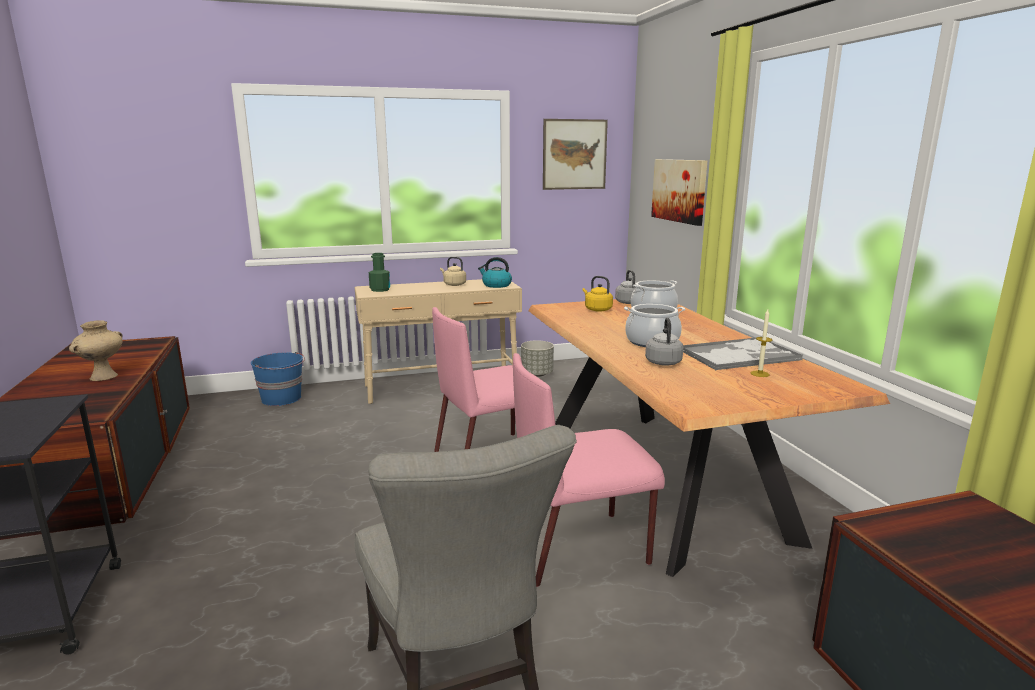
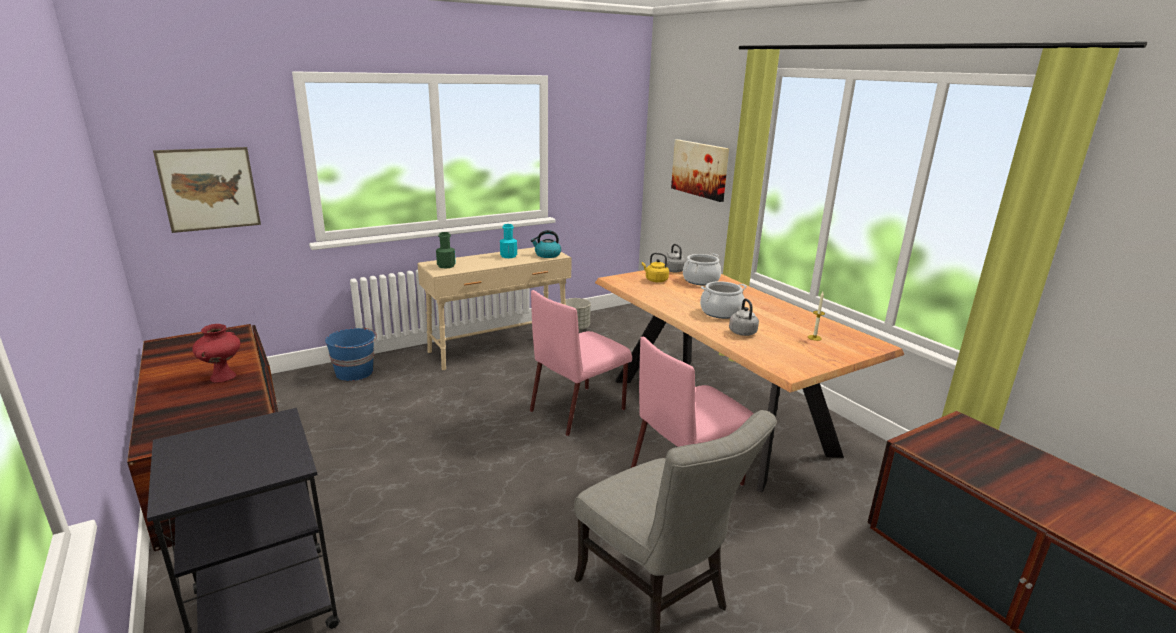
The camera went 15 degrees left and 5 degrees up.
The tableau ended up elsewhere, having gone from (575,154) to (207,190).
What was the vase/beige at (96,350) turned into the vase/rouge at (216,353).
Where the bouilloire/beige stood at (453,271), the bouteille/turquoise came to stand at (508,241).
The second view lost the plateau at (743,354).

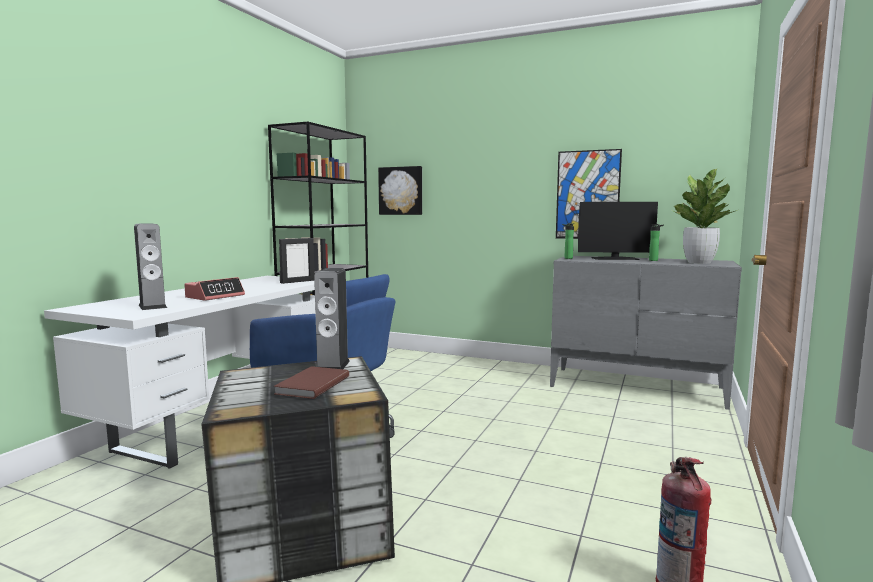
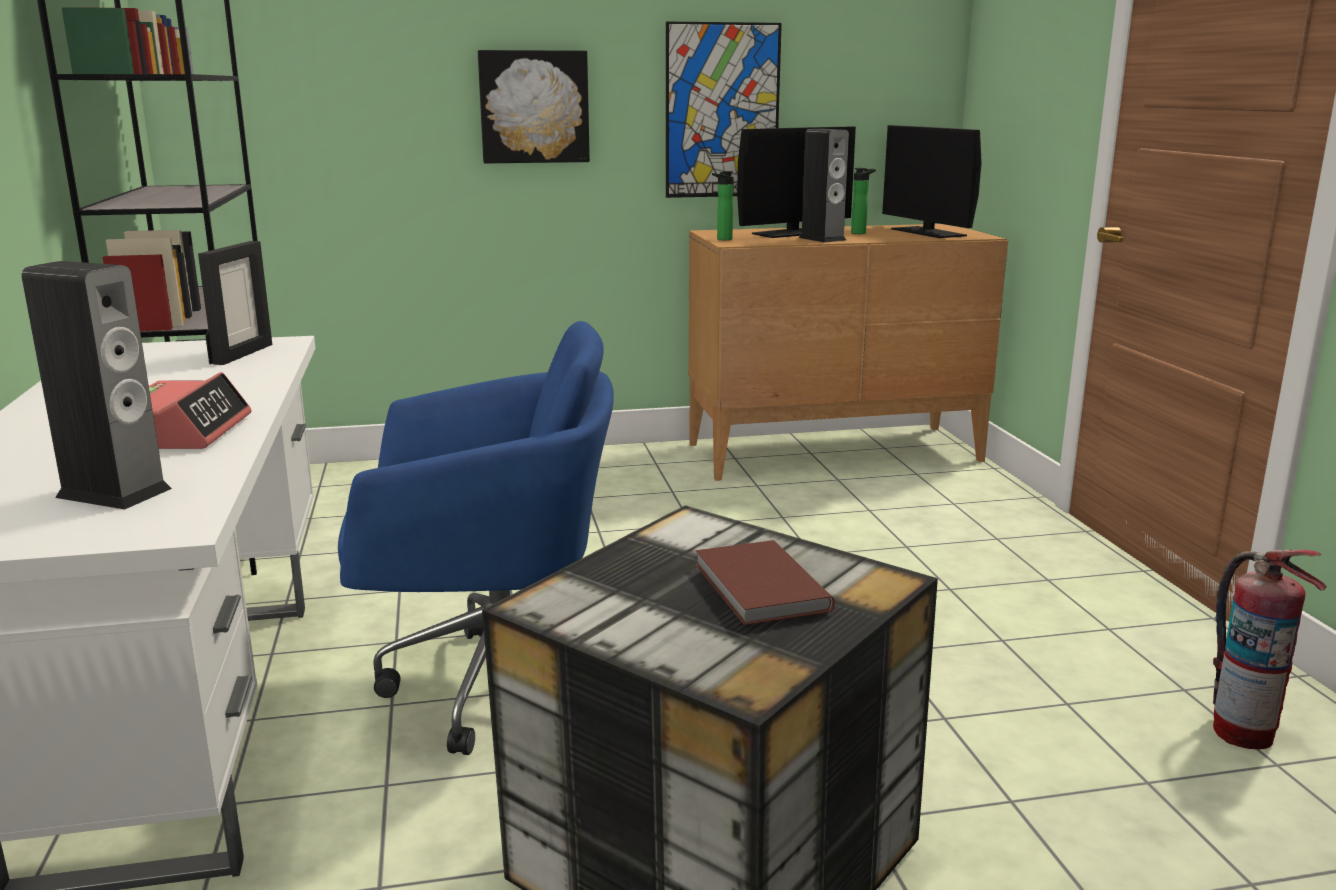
The camera went 35 degrees left and 10 degrees up.
The tableau ended up elsewhere, having gone from (400,190) to (534,106).
What was the meuble de rangement/gris at (646,333) turned into the meuble de rangement/marron at (848,352).
The enceinte ended up elsewhere, having gone from (332,318) to (824,186).
Where the plante en pot stood at (705,216), the écran d'ordinateur came to stand at (932,181).

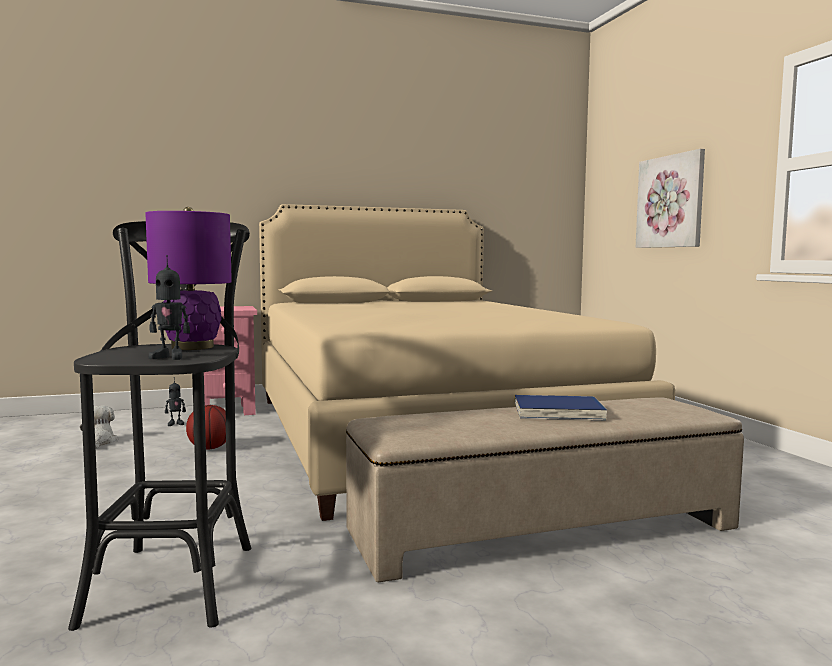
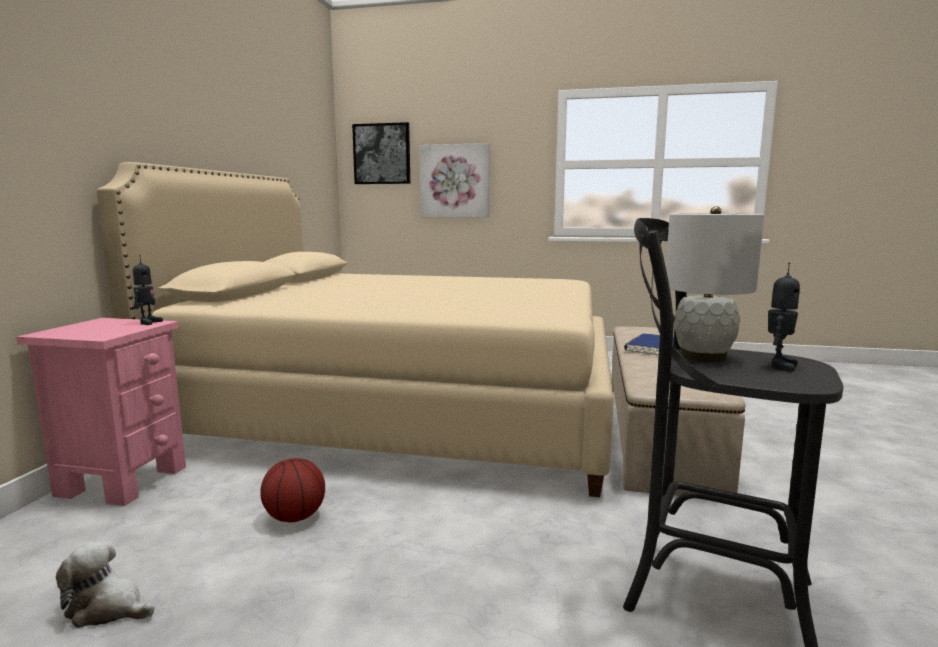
The camera went 60 degrees left and 5 degrees up.
The robot jouet ended up elsewhere, having gone from (175,401) to (148,290).
The second view gained the tableau at (381,153).
What was the lampe de table/violet at (188,278) turned into the lampe de table/blanc at (715,284).

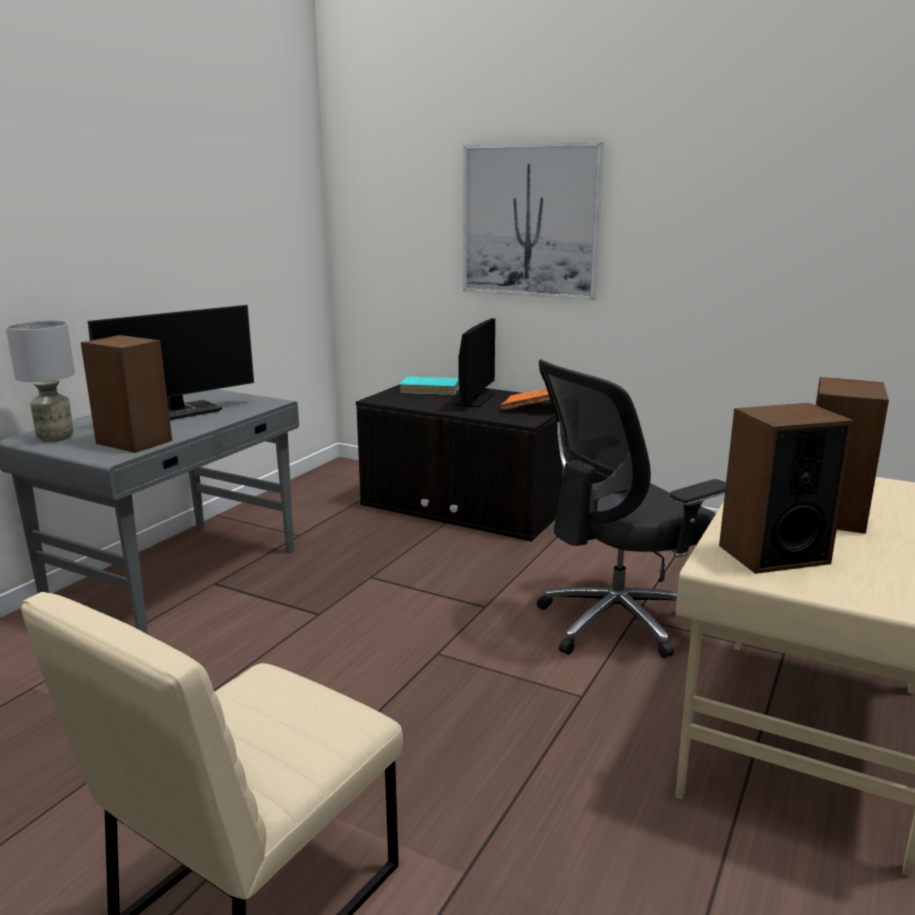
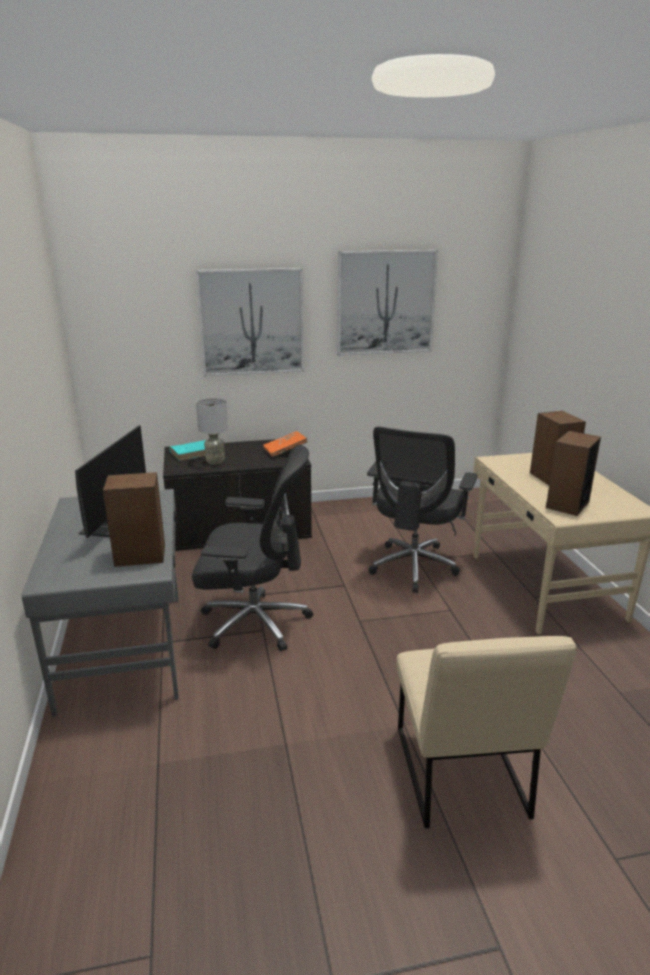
The camera went 40 degrees left and 5 degrees up.
The second view gained the chaise de bureau at (252,547).
The lampe de table/gris ended up elsewhere, having gone from (40,381) to (212,431).
The second view gained the tableau at (387,303).
The second view lost the écran d'ordinateur at (475,362).

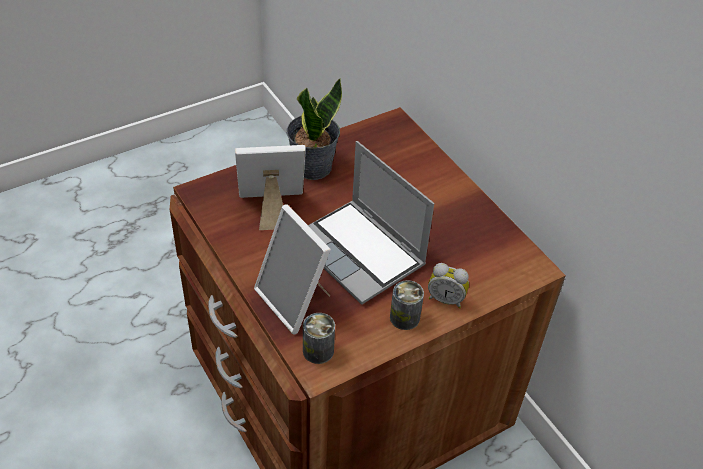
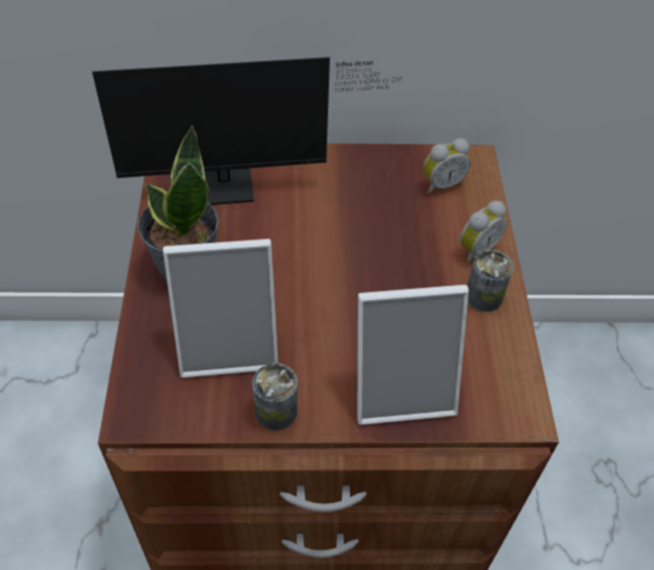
The camera went 60 degrees left and 5 degrees up.
The second view gained the écran d'ordinateur at (247,131).
The cadre photo at (270,187) ended up facing another way, 120 degrees counterclockwise from before.
The boîte métallique ended up elsewhere, having gone from (319,338) to (274,397).
The second view gained the réveil at (447,166).
The second view lost the ordinateur portable at (371,223).

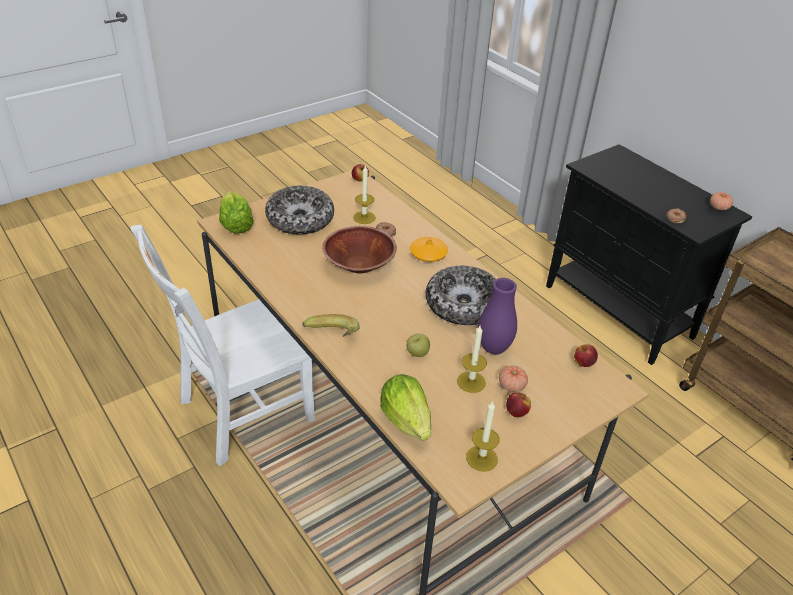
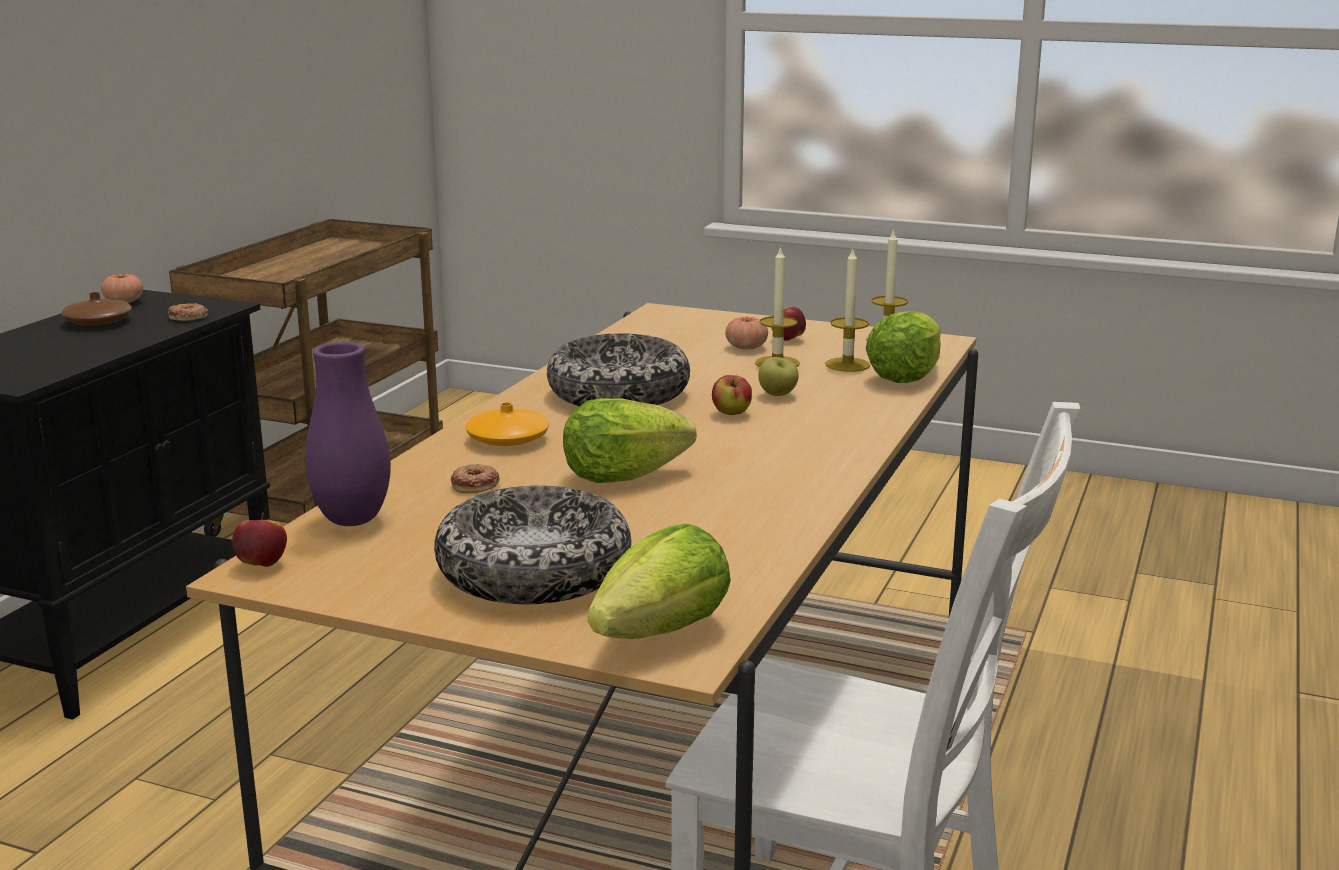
The camera went 120 degrees left and 20 degrees down.
The second view gained the vase/marron at (96,309).
The vase/violet ended up elsewhere, having gone from (497,316) to (348,434).
Where the bol/marron stood at (359,250), the laitue came to stand at (630,440).
The pomme ended up elsewhere, having gone from (586,355) to (732,395).
The bougie ended up elsewhere, having gone from (364,195) to (847,310).
The second view lost the banane at (331,325).

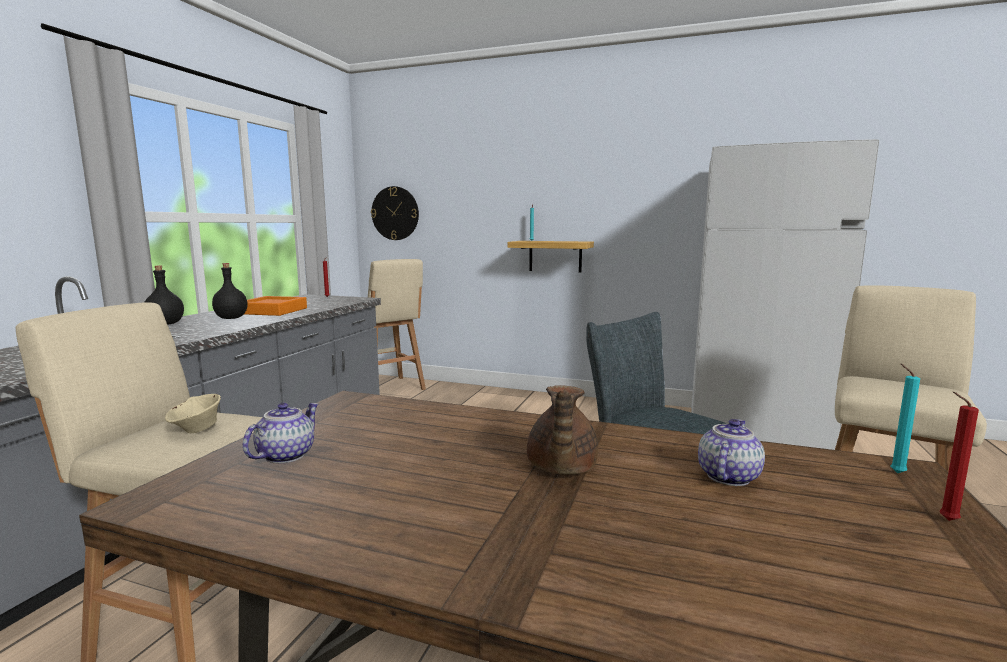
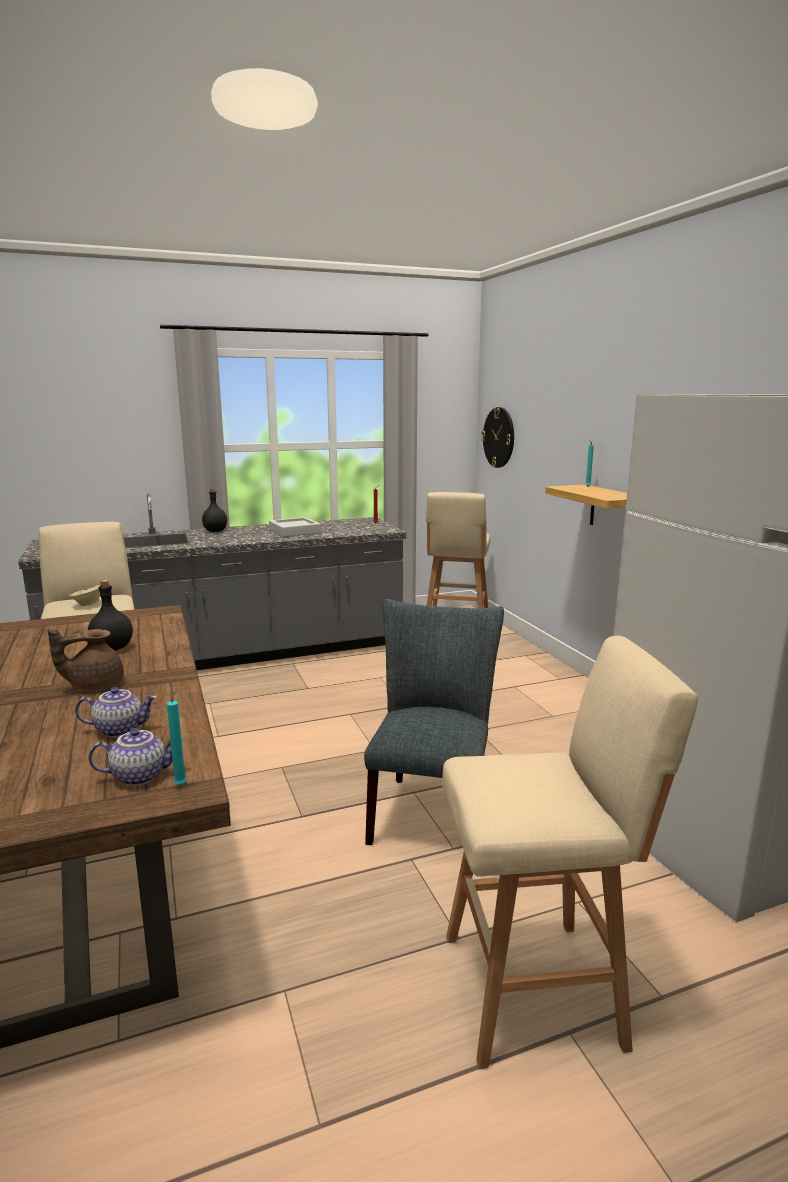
The camera went 50 degrees right and 5 degrees up.
The bouteille/noir ended up elsewhere, having gone from (230,291) to (110,615).
The théière ended up elsewhere, having gone from (280,433) to (135,757).
What was the plateau/orange at (275,306) turned into the plateau/gris at (295,527).
The second view lost the bougie/rouge at (959,456).

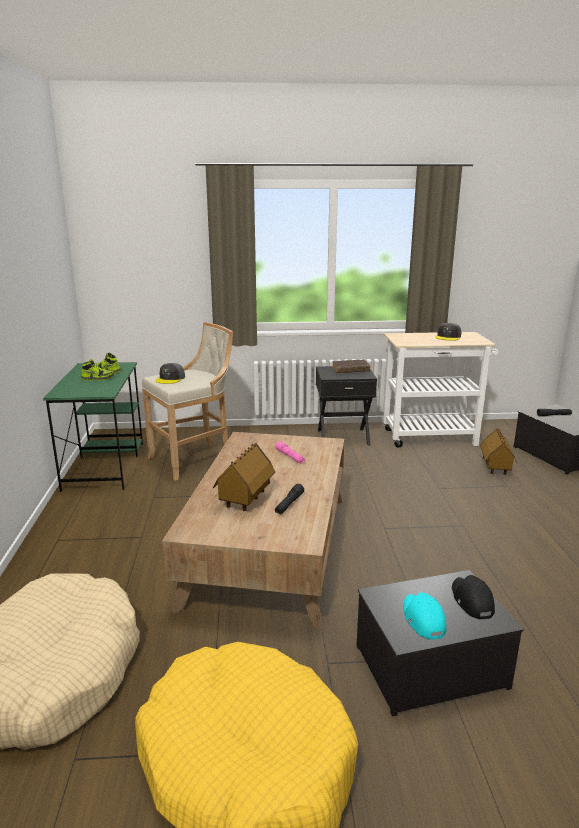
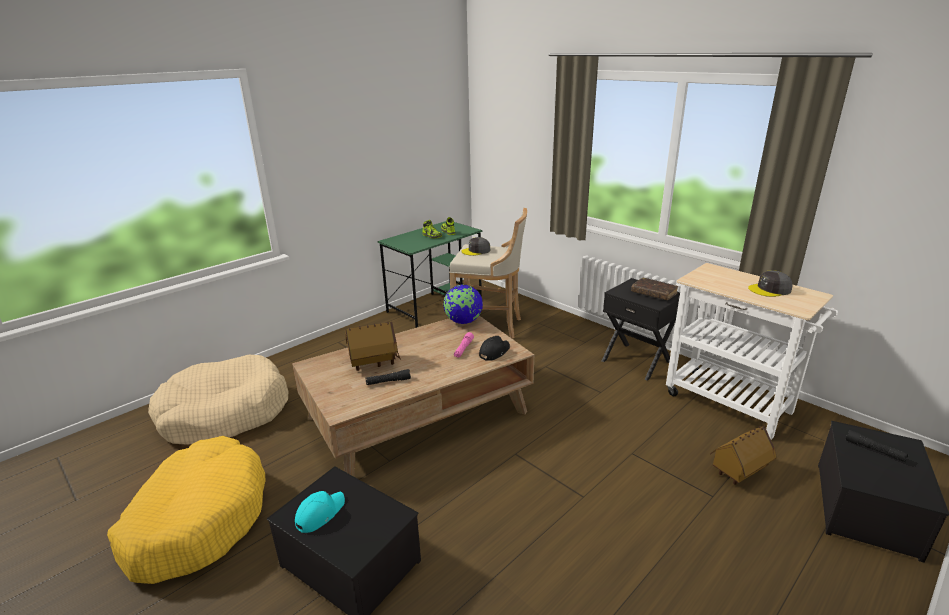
The camera went 50 degrees right and 5 degrees up.
The second view gained the globe at (463,304).
The casquette/noir ended up elsewhere, having gone from (473,597) to (494,348).

